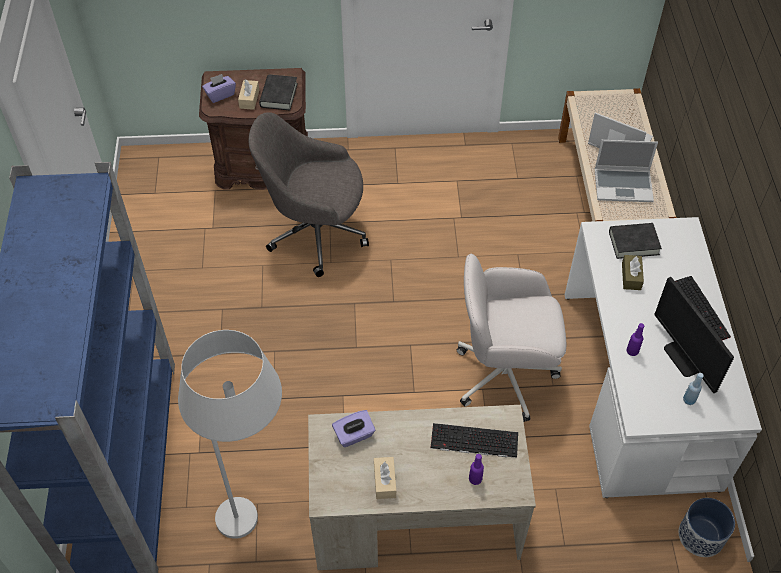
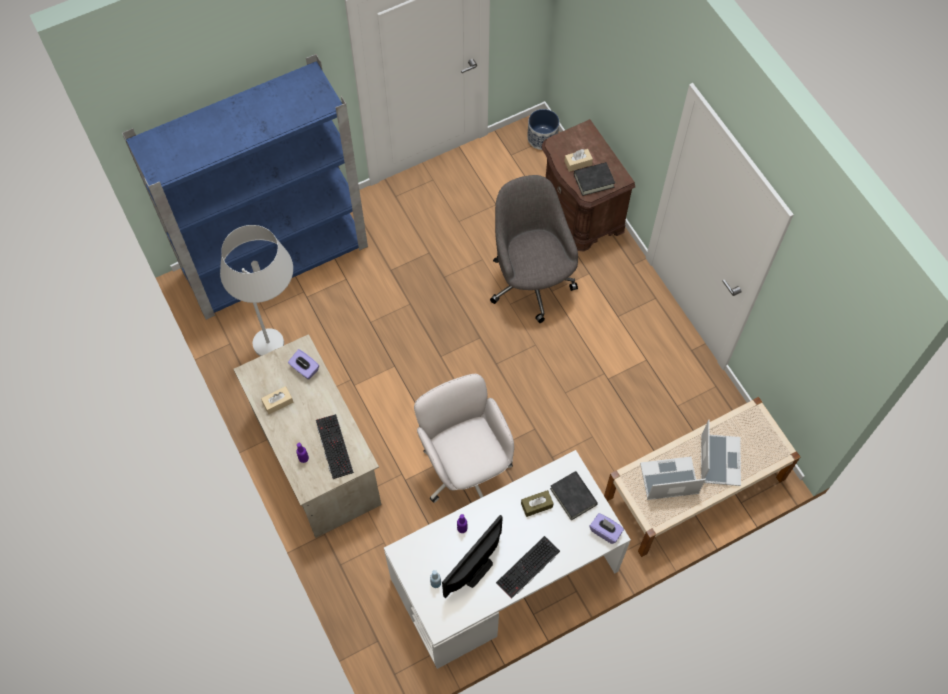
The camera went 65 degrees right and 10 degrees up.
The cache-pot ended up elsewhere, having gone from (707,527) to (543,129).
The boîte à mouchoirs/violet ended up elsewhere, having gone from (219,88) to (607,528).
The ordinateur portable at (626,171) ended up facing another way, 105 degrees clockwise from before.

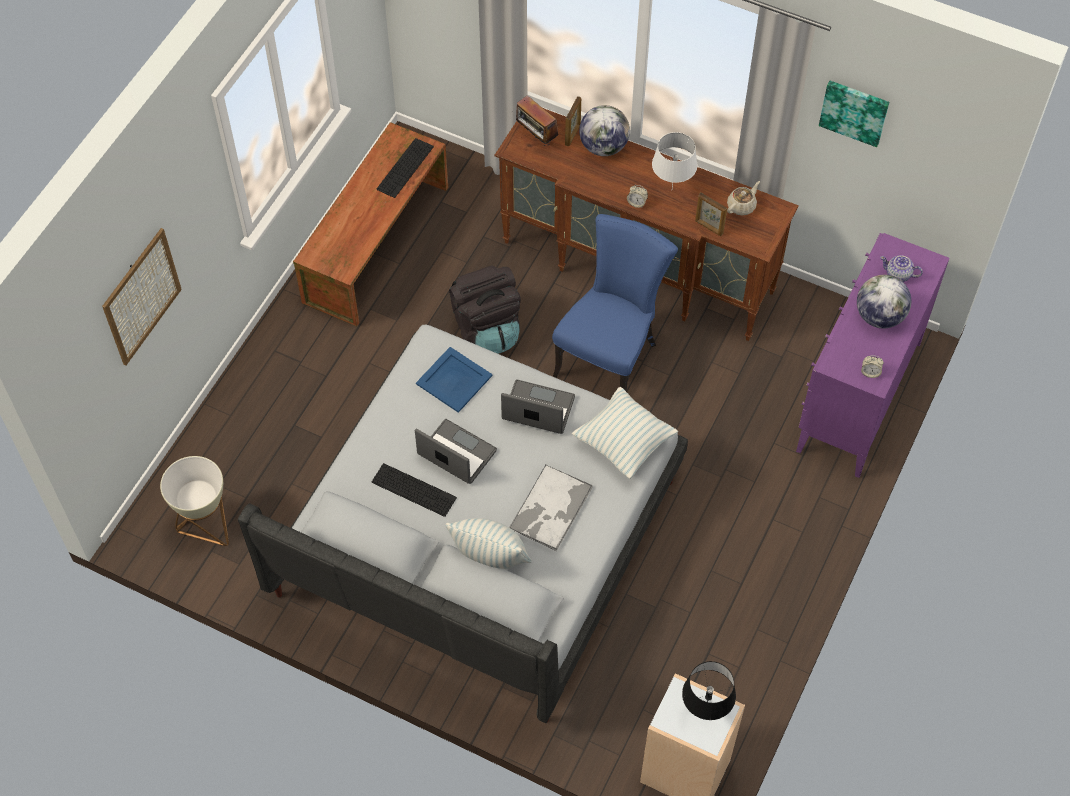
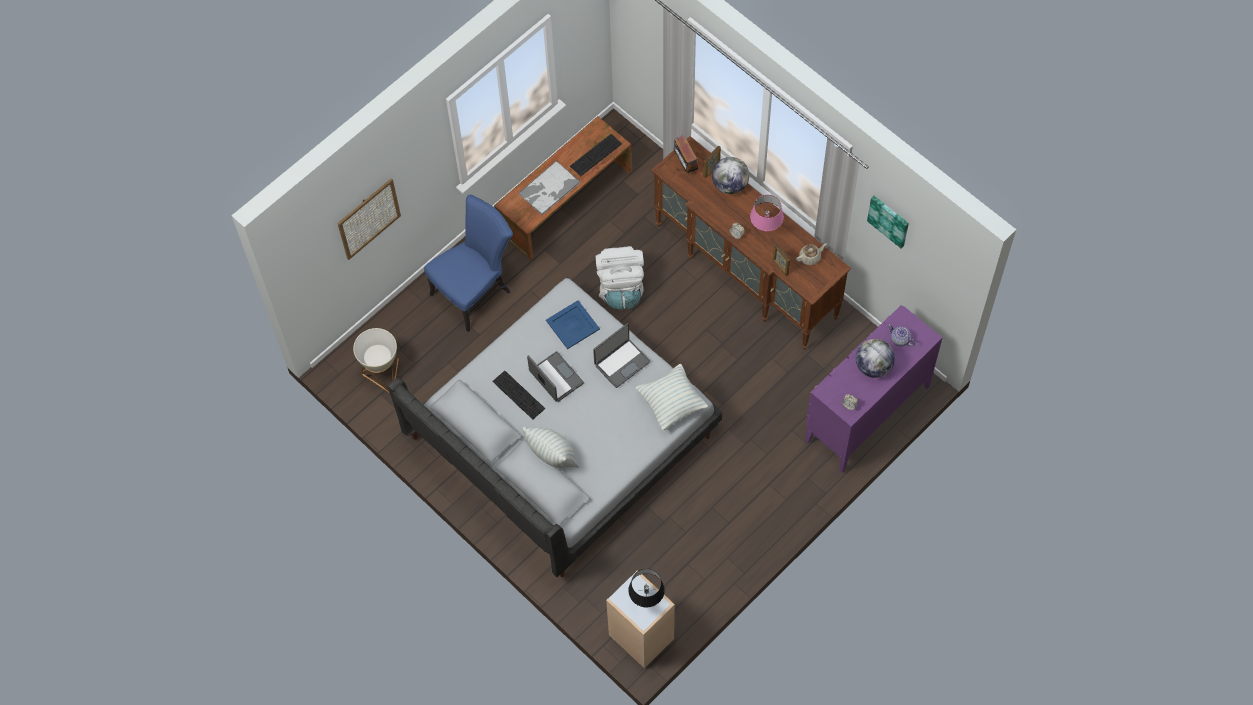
The camera went 20 degrees right and 5 degrees up.
The chaise/bleu ended up elsewhere, having gone from (615,303) to (468,263).
The plateau ended up elsewhere, having gone from (551,508) to (549,187).
The ordinateur portable at (538,406) ended up facing another way, 105 degrees clockwise from before.
What was the sac à dos/noir at (485,309) turned into the sac à dos/blanc at (619,278).
What was the lampe de table/blanc at (674,160) turned into the lampe de table/rose at (767,213).

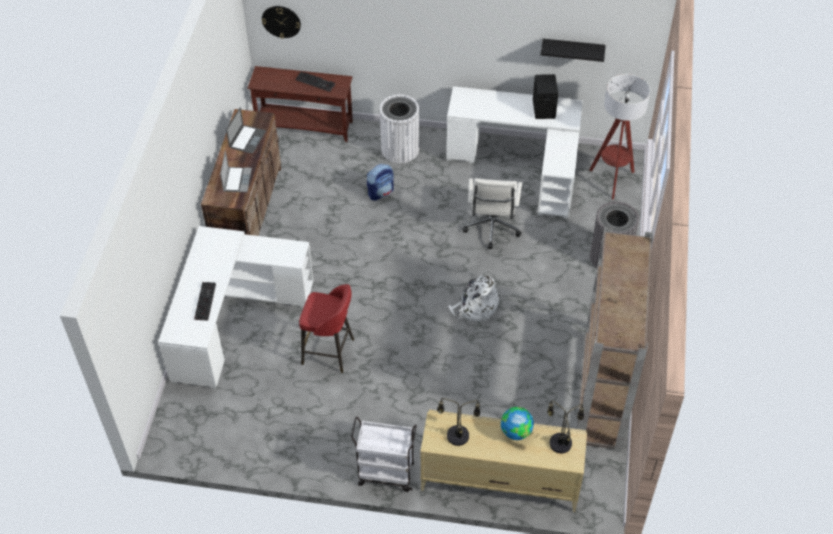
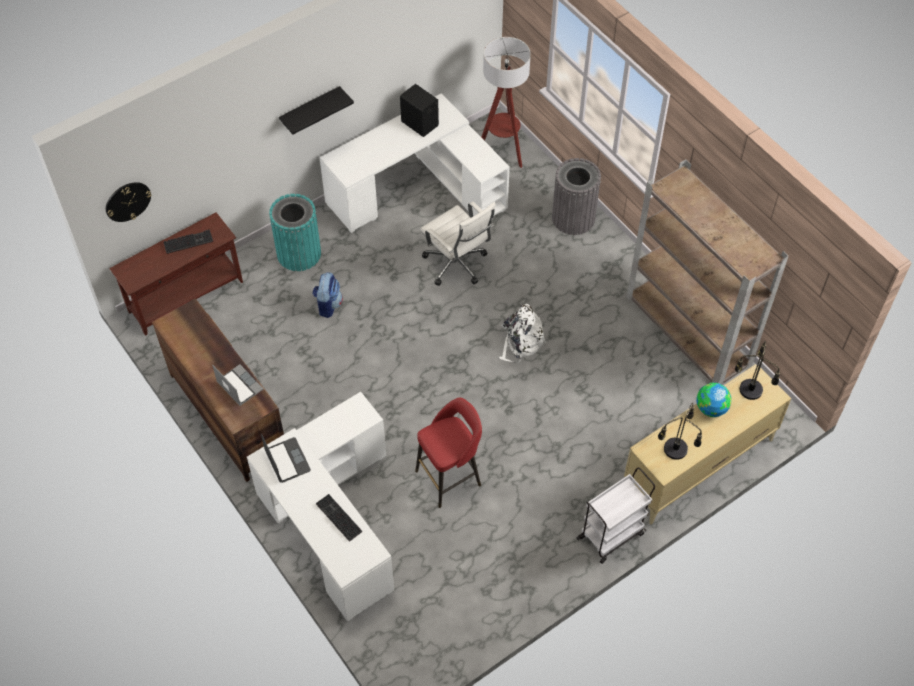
The camera went 45 degrees left and 5 degrees up.
The ordinateur portable ended up elsewhere, having gone from (246,130) to (286,458).
What was the poubelle/blanc at (399,128) turned into the poubelle/turquoise at (295,232).
The étagère/noir ended up elsewhere, having gone from (573,50) to (316,110).

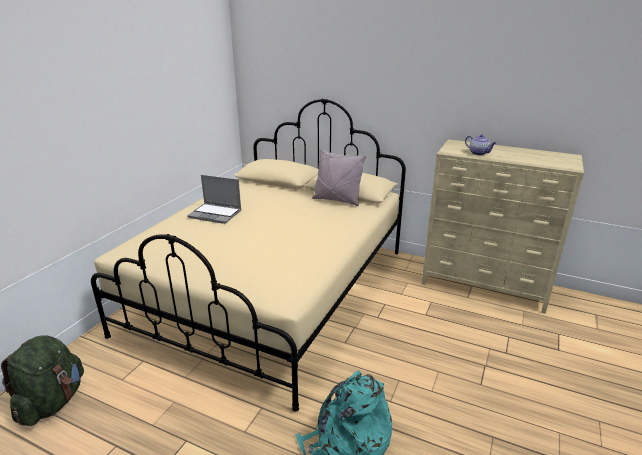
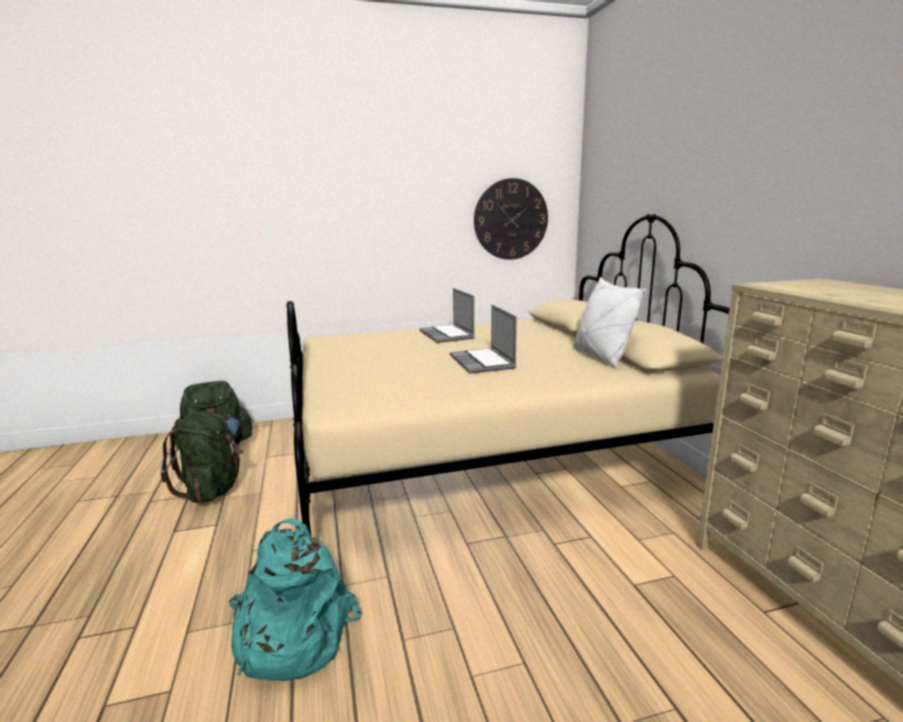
The camera went 50 degrees right and 10 degrees down.
The second view gained the sac à dos/vert at (201,457).
The second view gained the ordinateur portable at (483,339).
The second view gained the horloge murale at (511,219).
What was the coussin/violet at (339,177) turned into the coussin/blanc at (609,322).
The second view lost the théière at (480,144).

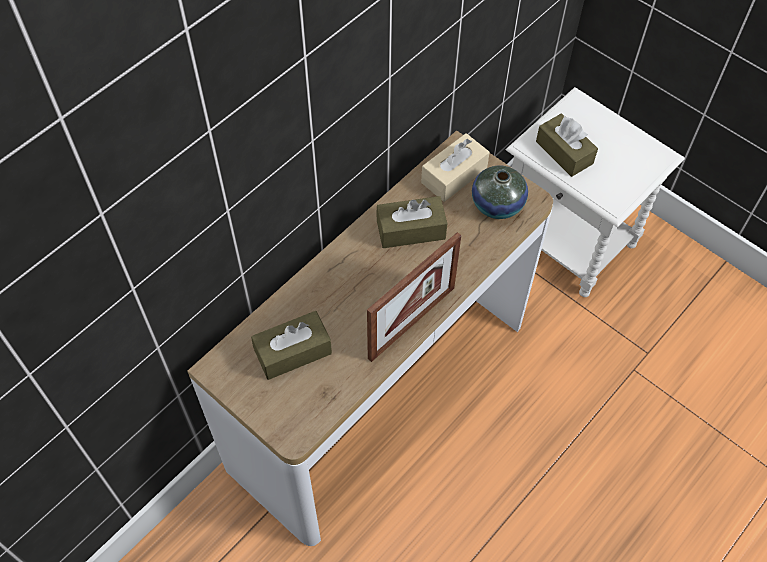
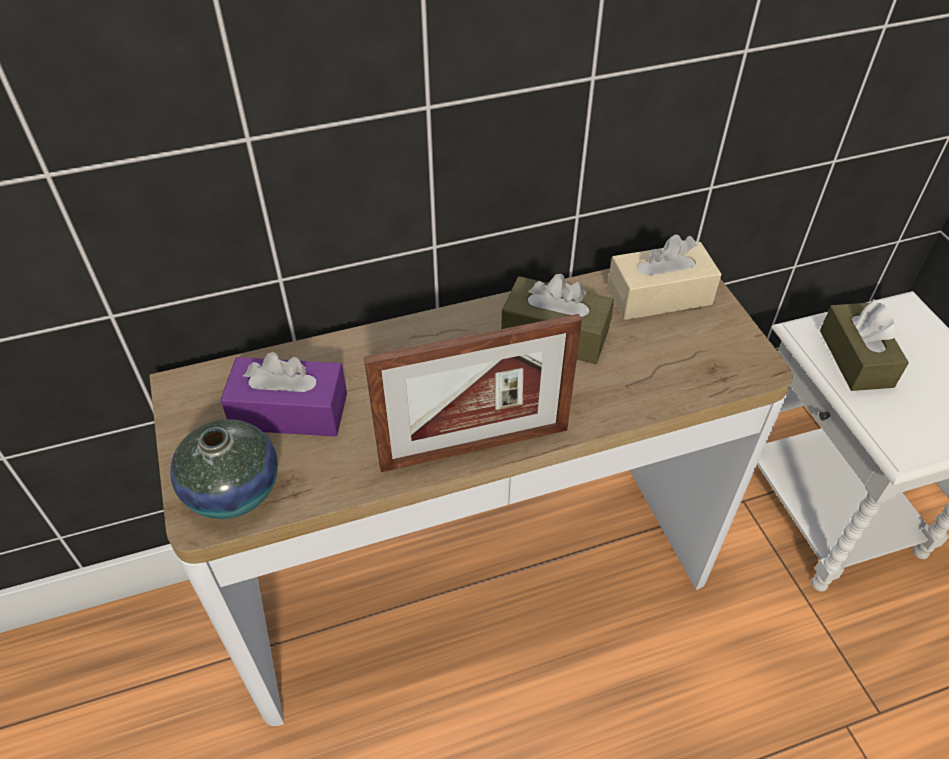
The camera went 30 degrees right and 10 degrees down.
The vase ended up elsewhere, having gone from (500,192) to (224,469).
What was the boîte à mouchoirs/marron at (291,345) turned into the boîte à mouchoirs/violet at (283,394).

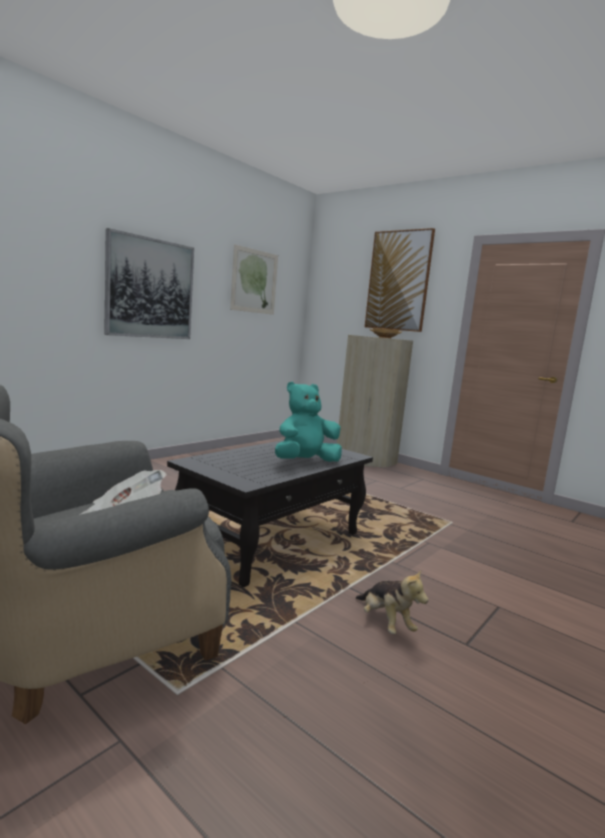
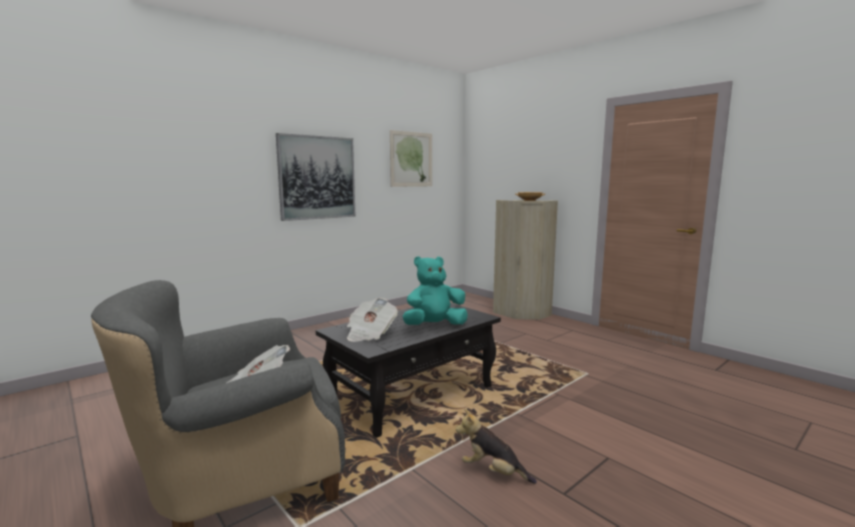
The camera went 10 degrees right and 0 degrees up.
The second view gained the journal at (372,320).
The peluche at (392,602) ended up facing another way, 135 degrees clockwise from before.
The second view lost the tableau at (400,280).

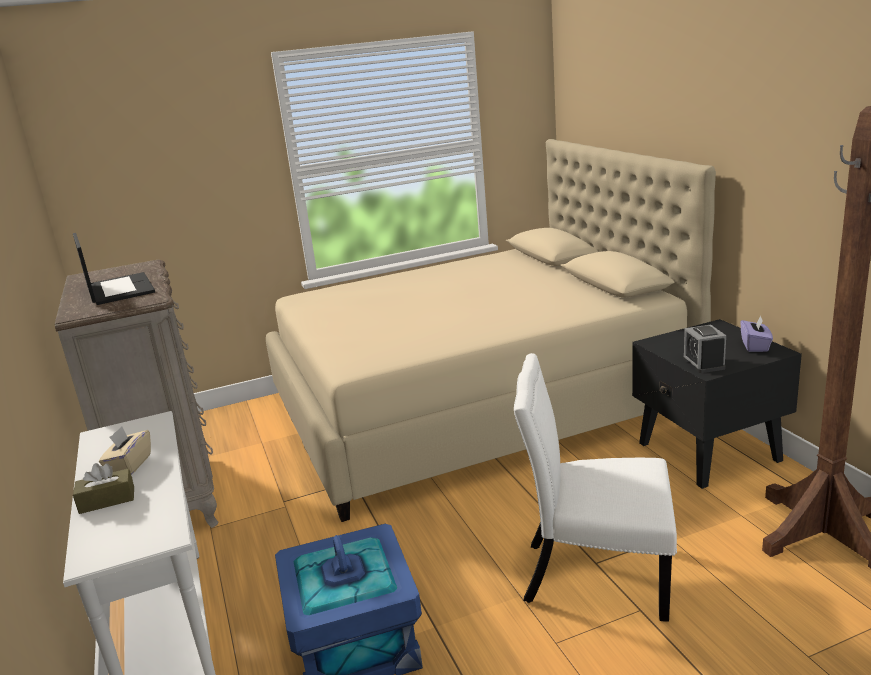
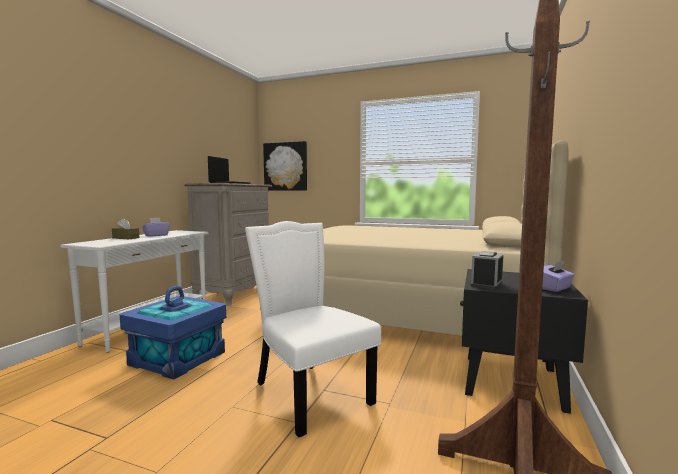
The camera went 40 degrees right and 15 degrees down.
What was the boîte à mouchoirs/beige at (125,450) turned into the boîte à mouchoirs/violet at (156,227).
The second view gained the tableau at (285,166).

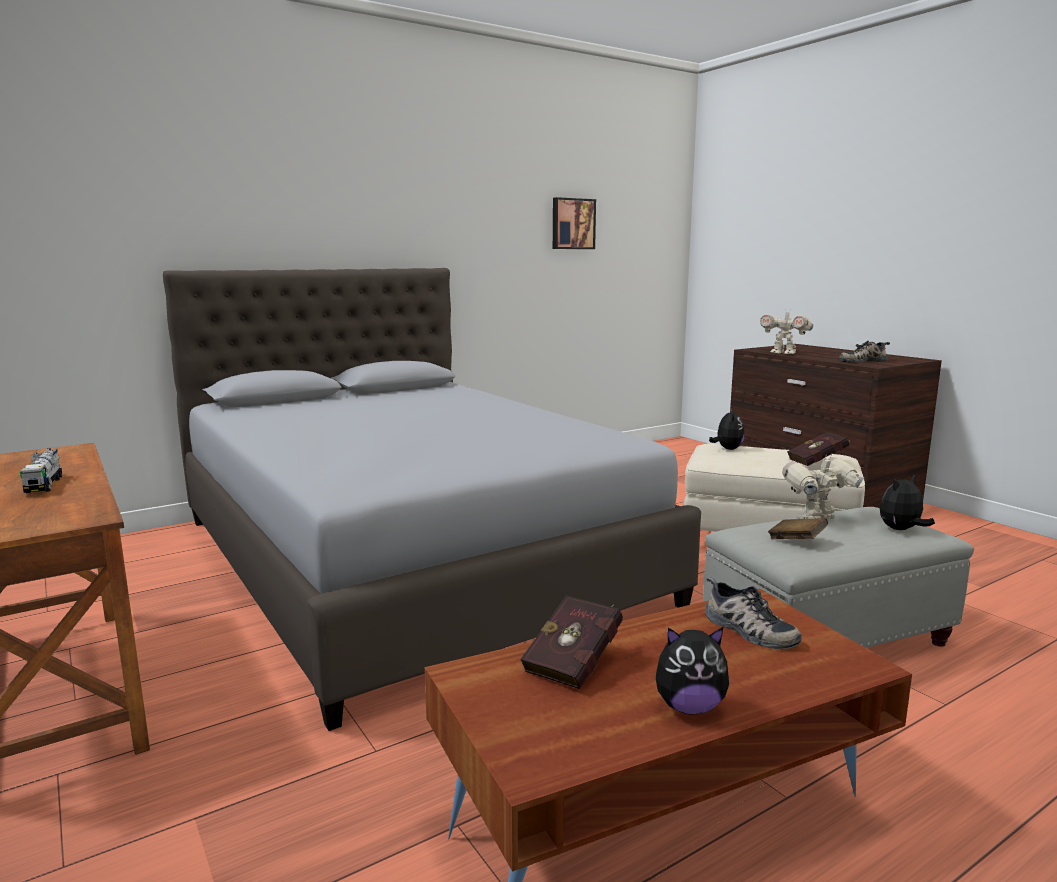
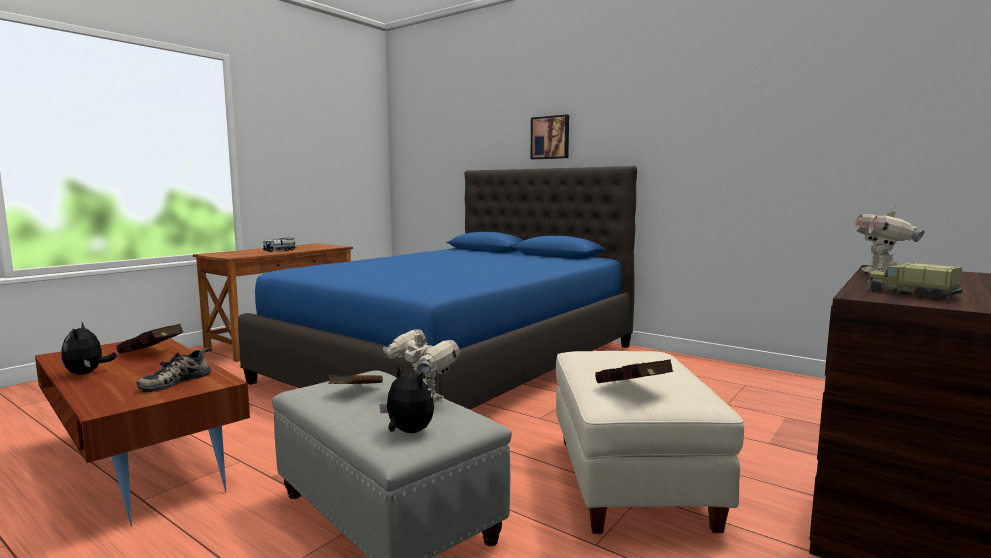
The camera went 70 degrees right and 5 degrees down.
What was the lit/gris at (432,499) turned into the lit/bleu at (437,288).
The tableau ended up elsewhere, having gone from (574,223) to (550,136).
Where the chaussure stood at (864,352), the camion jouet came to stand at (914,281).
The second view lost the peluche at (727,429).

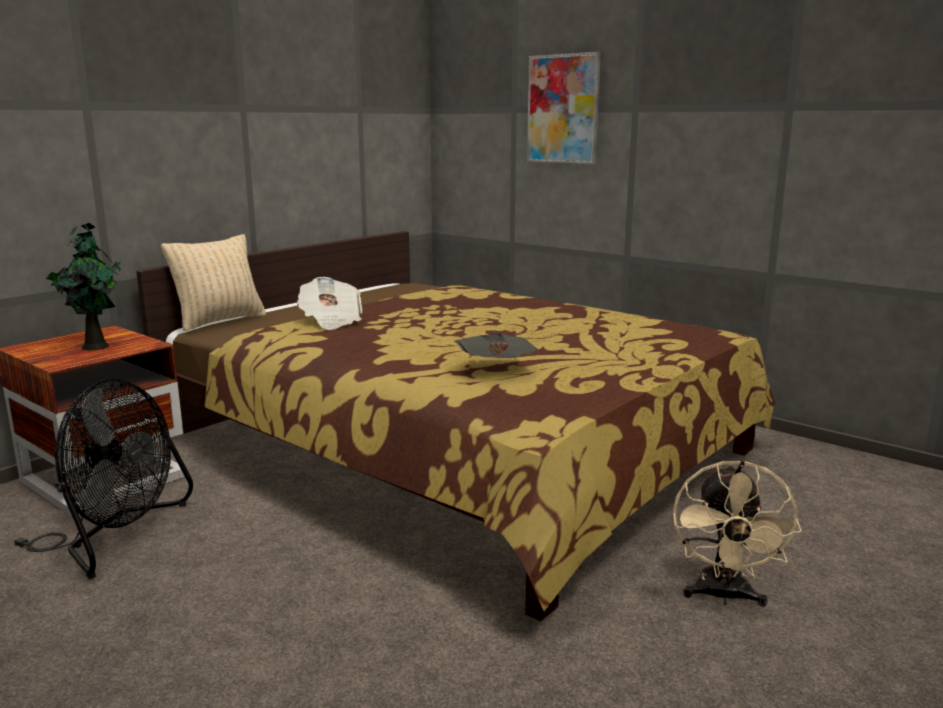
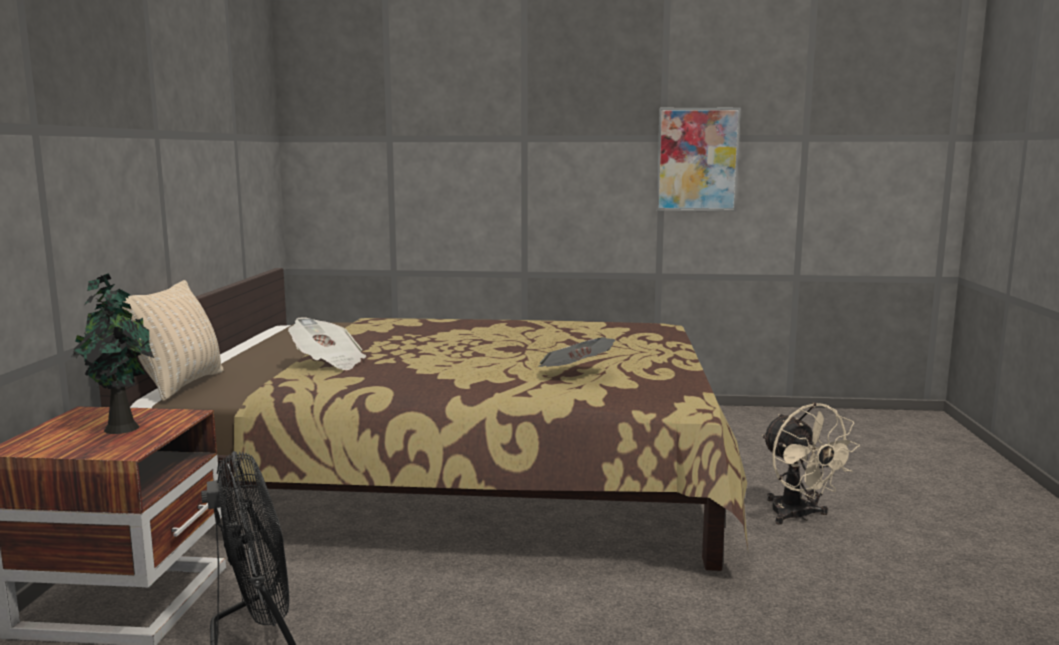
The camera went 35 degrees left and 5 degrees down.
The tableau ended up elsewhere, having gone from (564,108) to (698,159).

